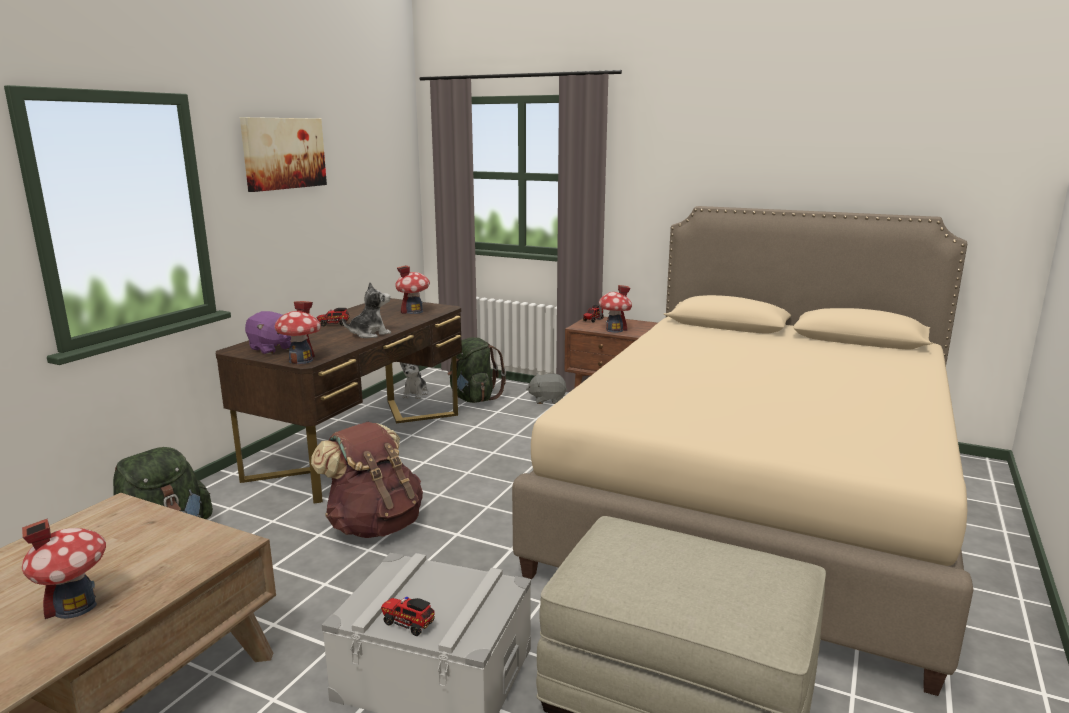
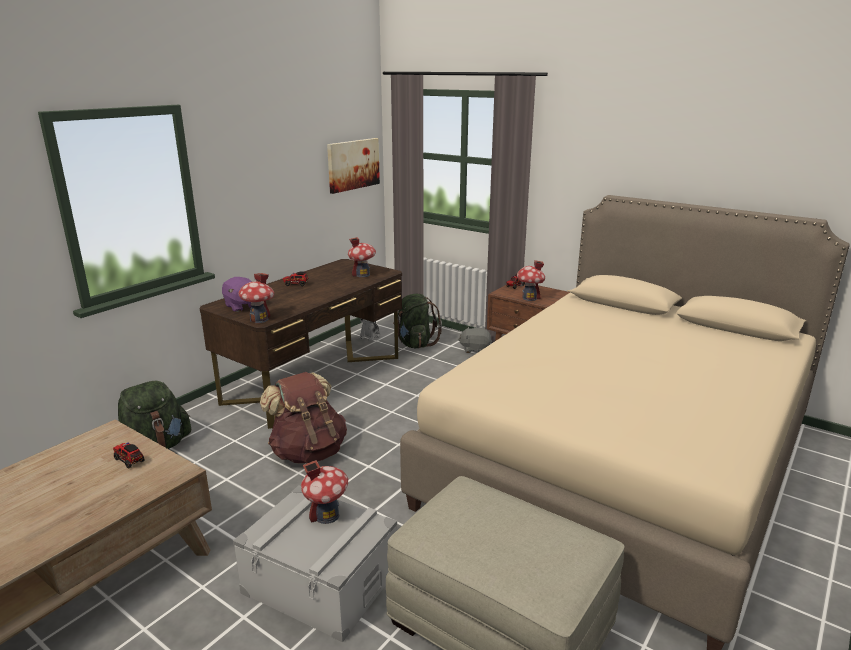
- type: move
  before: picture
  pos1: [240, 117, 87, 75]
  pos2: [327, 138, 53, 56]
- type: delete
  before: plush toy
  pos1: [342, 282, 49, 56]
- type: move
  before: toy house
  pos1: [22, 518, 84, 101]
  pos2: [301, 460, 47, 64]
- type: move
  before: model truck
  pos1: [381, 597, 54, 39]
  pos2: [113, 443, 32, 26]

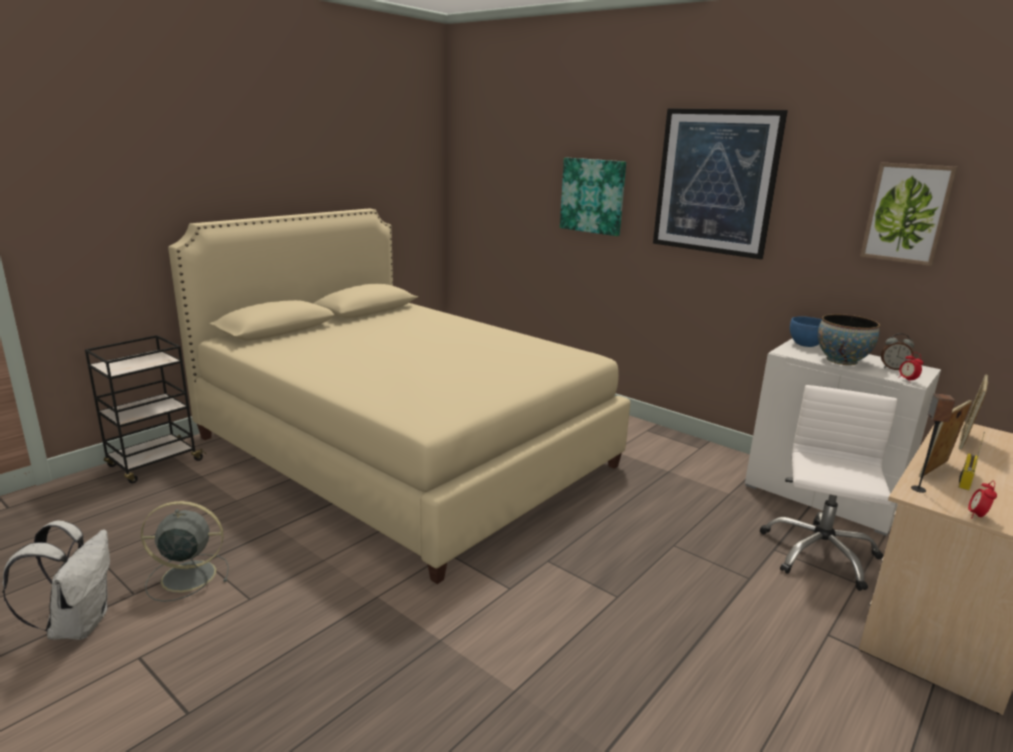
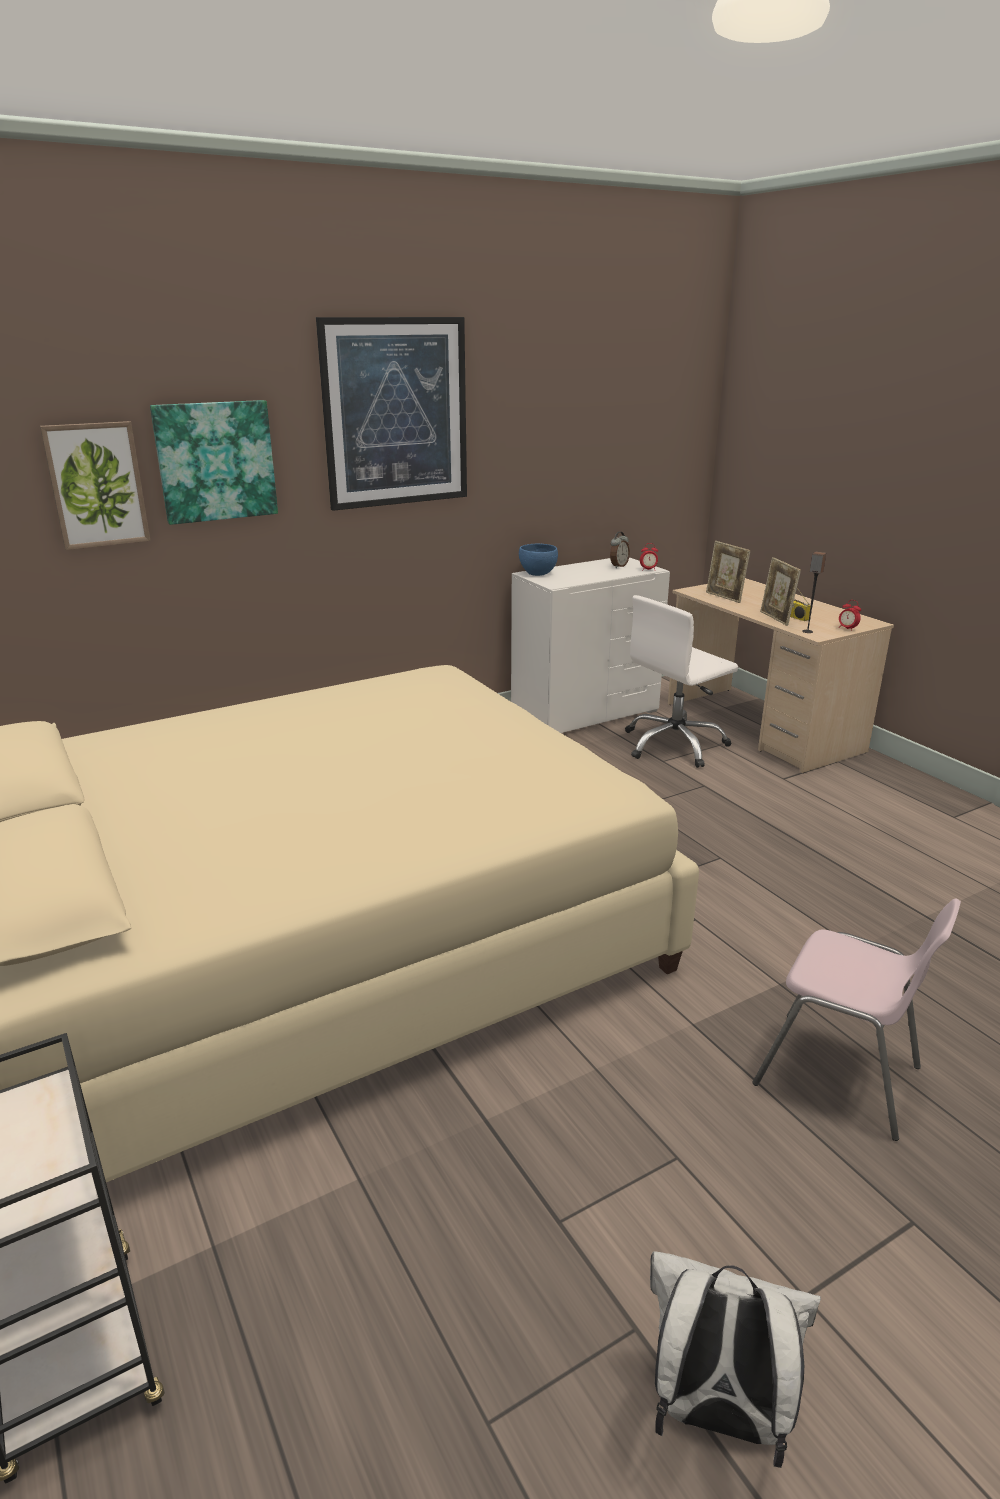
- type: move
  before: picture
  pos1: [860, 163, 98, 103]
  pos2: [40, 421, 110, 129]
- type: delete
  before: bowl
  pos1: [818, 314, 62, 51]
- type: rotate
  before: white computer chair
  pos1: [760, 385, 138, 206]
  pos2: [625, 595, 113, 173]
  turn: -75
- type: delete
  before: greyish fan
  pos1: [141, 501, 88, 101]
- type: insert
  after: pink-coloured upright chair
  pos2: [752, 898, 209, 243]

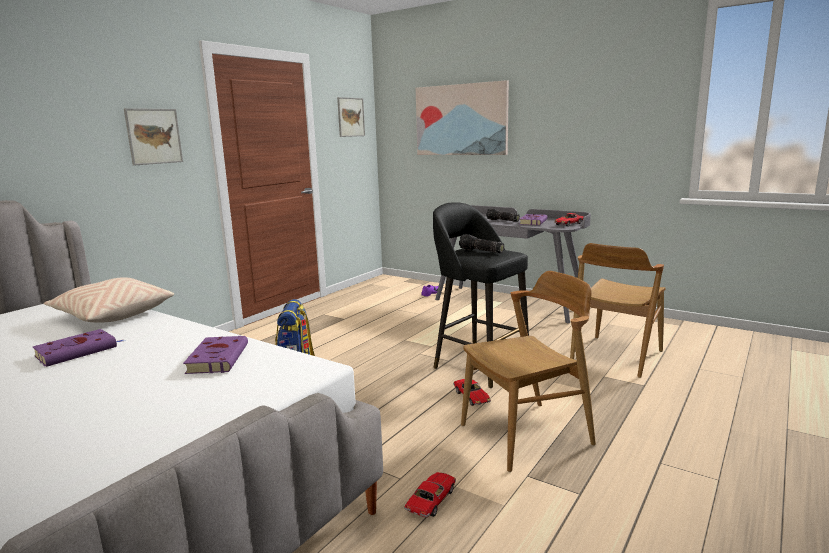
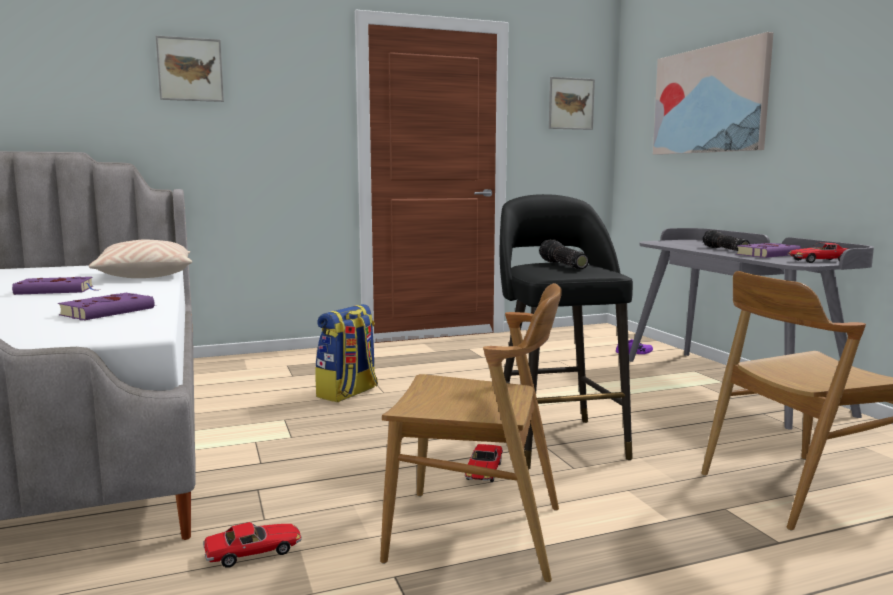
- type: move
  before: picture
  pos1: [124, 108, 59, 57]
  pos2: [156, 36, 68, 66]

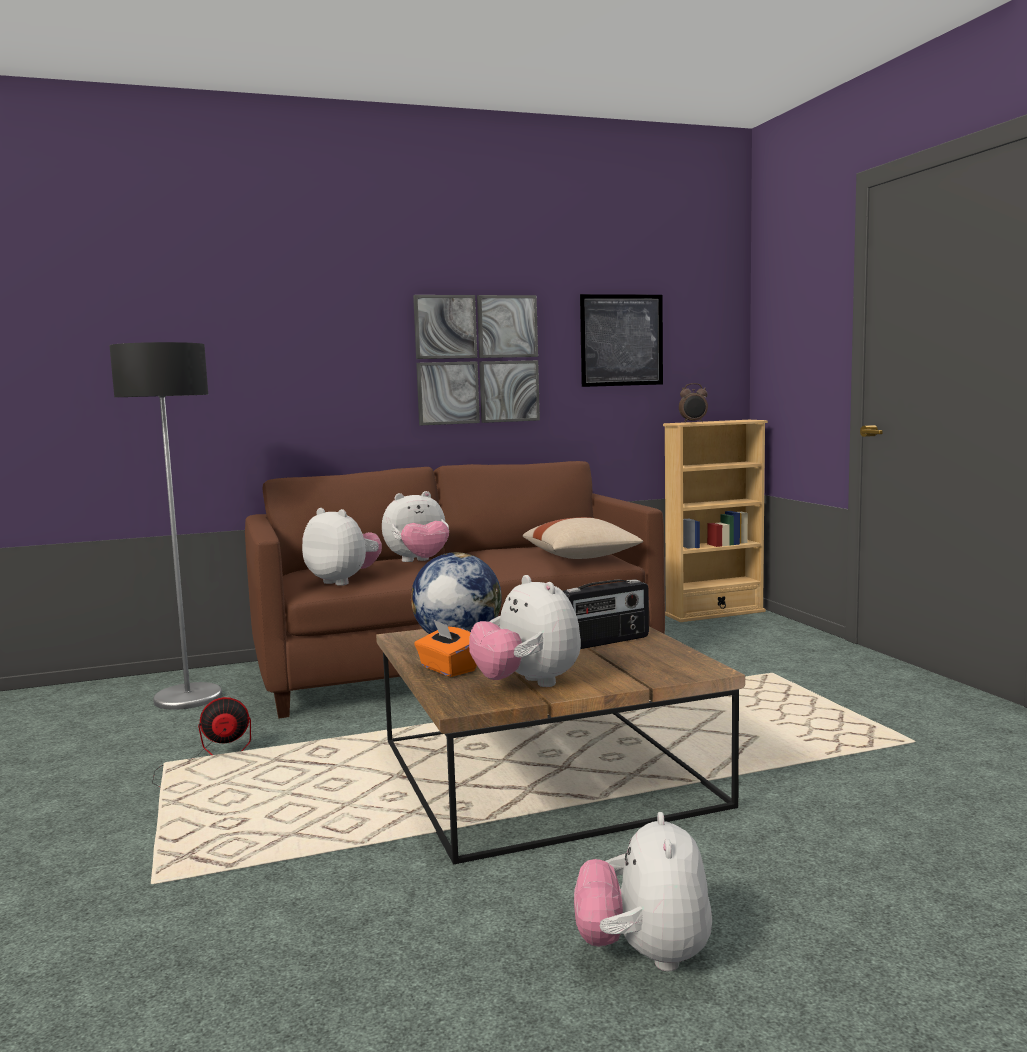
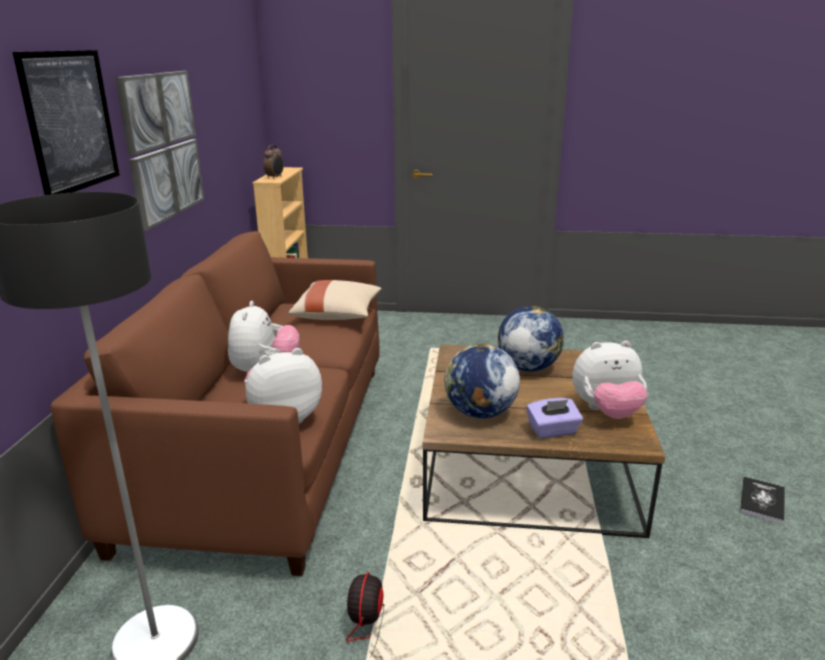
- type: move
  before: picture
  pos1: [580, 294, 83, 93]
  pos2: [13, 50, 107, 145]
- type: replace
  before: radio set
  after: globe
  pos1: [563, 579, 86, 70]
  pos2: [498, 306, 66, 65]
- type: recolor
  before: orangey tissue holder
  after: purple tissue holder
  pos1: [414, 619, 63, 58]
  pos2: [526, 398, 57, 41]
- type: replace
  before: plush toy
  after: volume
  pos1: [574, 812, 138, 160]
  pos2: [740, 477, 45, 47]

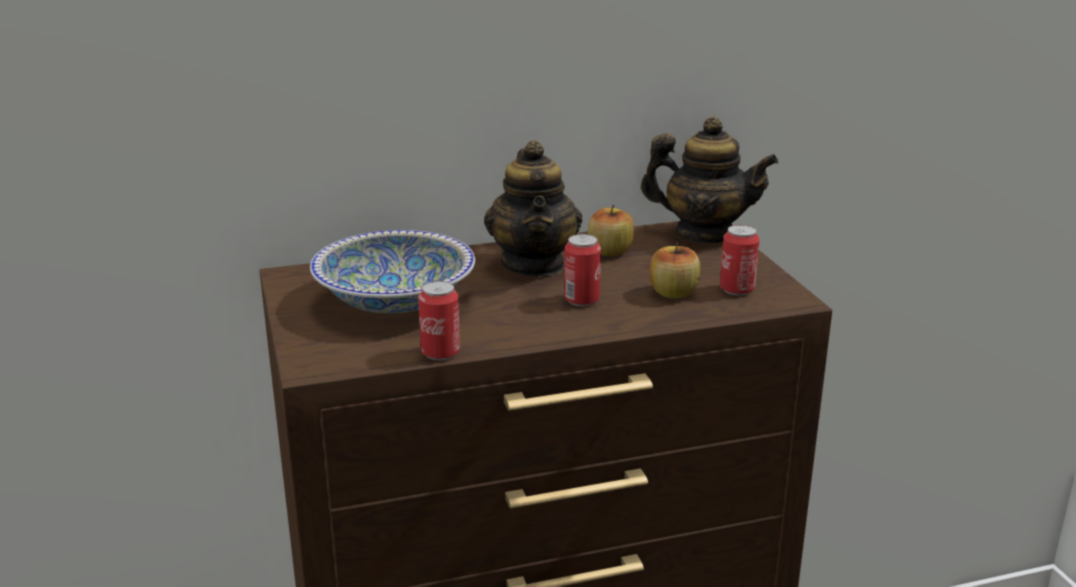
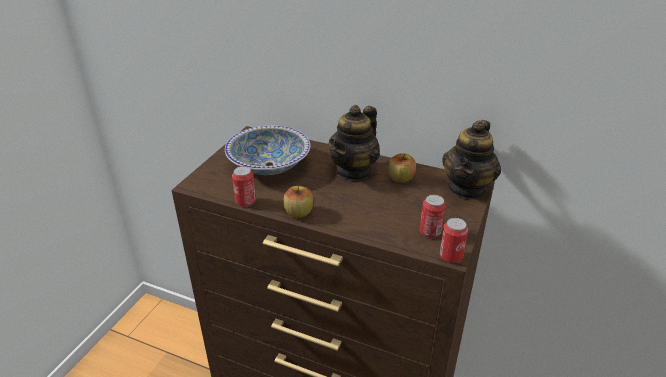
- type: rotate
  before: teapot
  pos1: [641, 117, 137, 126]
  pos2: [442, 120, 59, 80]
  turn: 60
- type: move
  before: can
  pos1: [564, 234, 37, 72]
  pos2: [440, 218, 28, 45]
- type: move
  before: whole apple
  pos1: [650, 242, 50, 56]
  pos2: [283, 186, 30, 32]

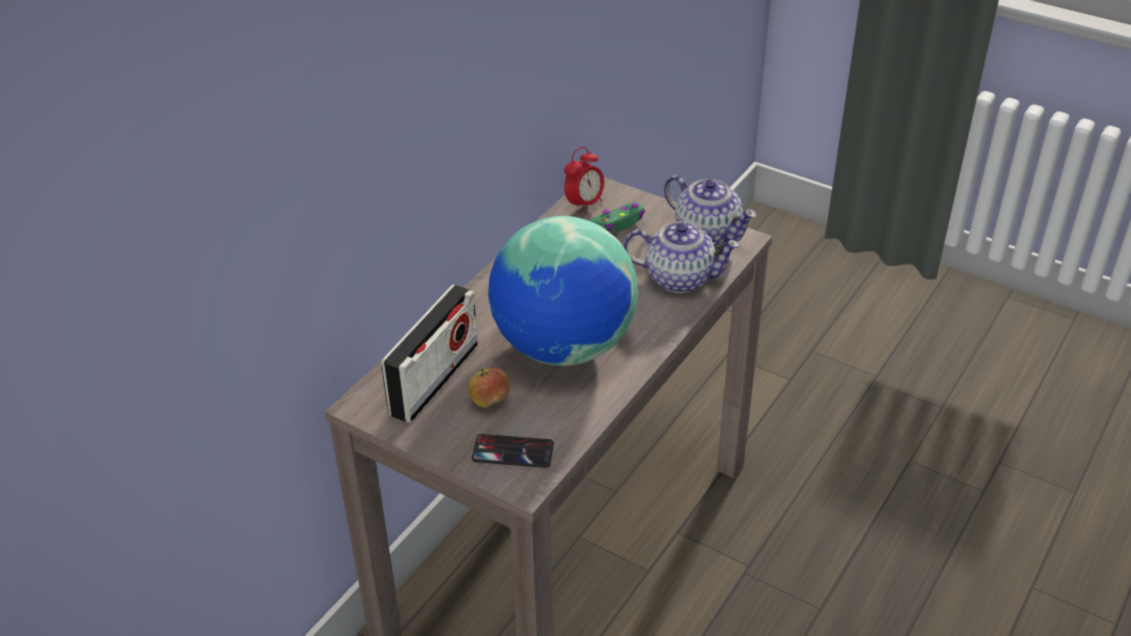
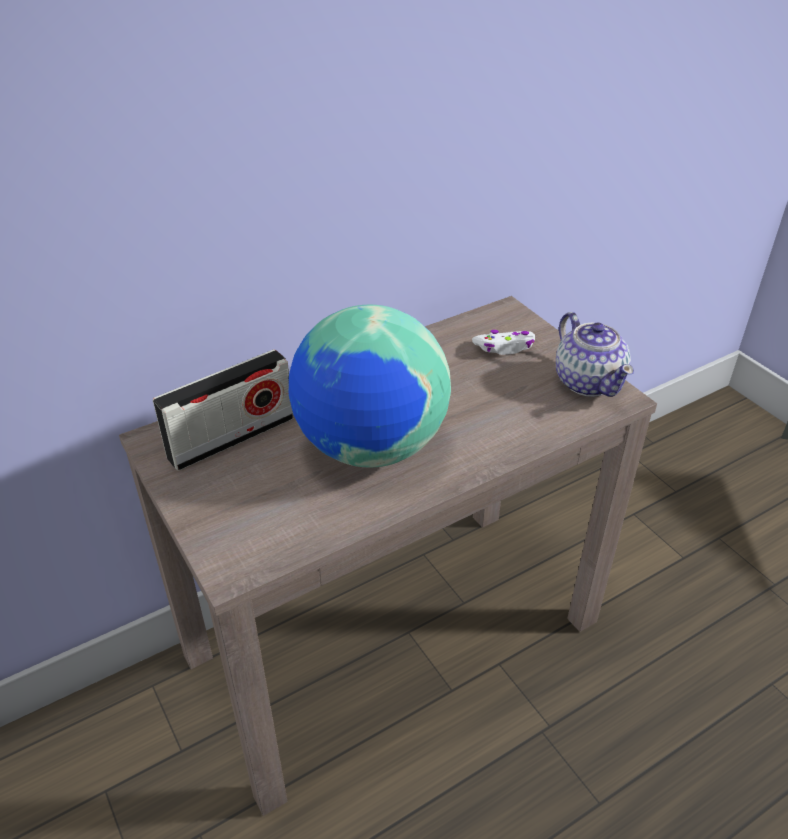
- type: delete
  before: table clock
  pos1: [564, 147, 40, 67]
- type: recolor
  before: greenish joypad
  after: white joypad
  pos1: [588, 202, 57, 30]
  pos2: [472, 330, 63, 25]
- type: delete
  before: teapot
  pos1: [623, 222, 118, 71]
- type: delete
  before: whole apple
  pos1: [468, 367, 42, 41]
- type: delete
  before: telephone
  pos1: [472, 434, 82, 34]

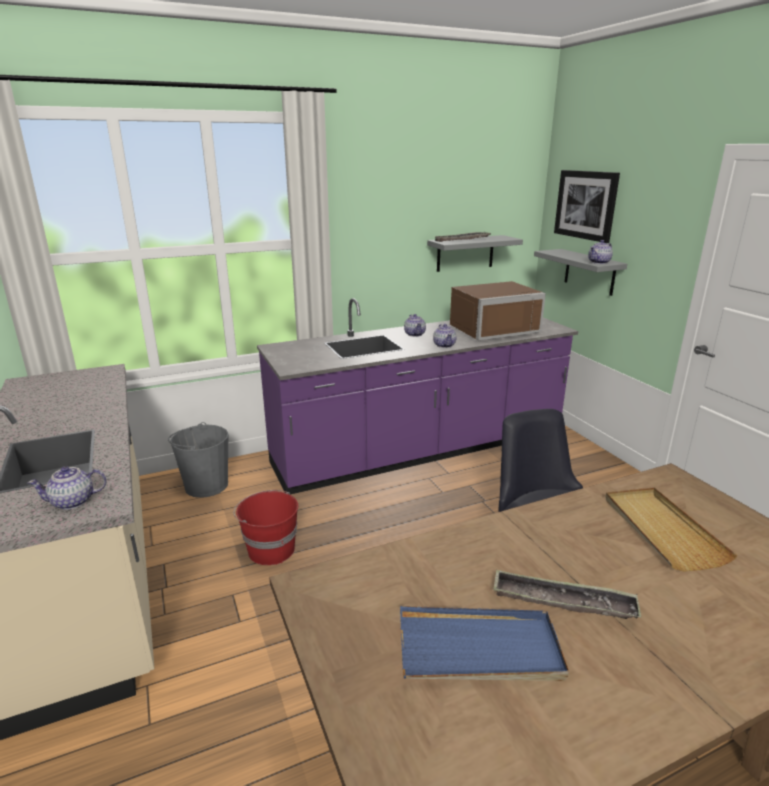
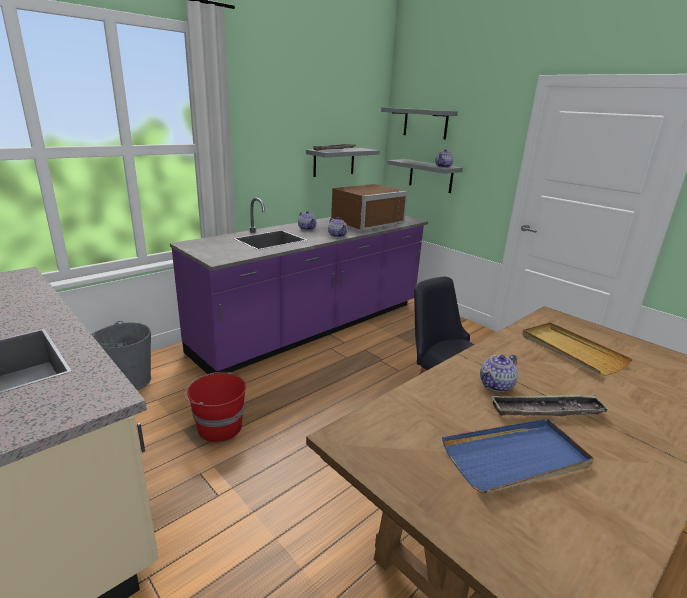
- type: replace
  before: picture
  after: greyish bracket shelf
  pos1: [554, 170, 66, 73]
  pos2: [381, 107, 77, 33]
- type: move
  before: teapot
  pos1: [28, 466, 79, 44]
  pos2: [480, 354, 38, 38]

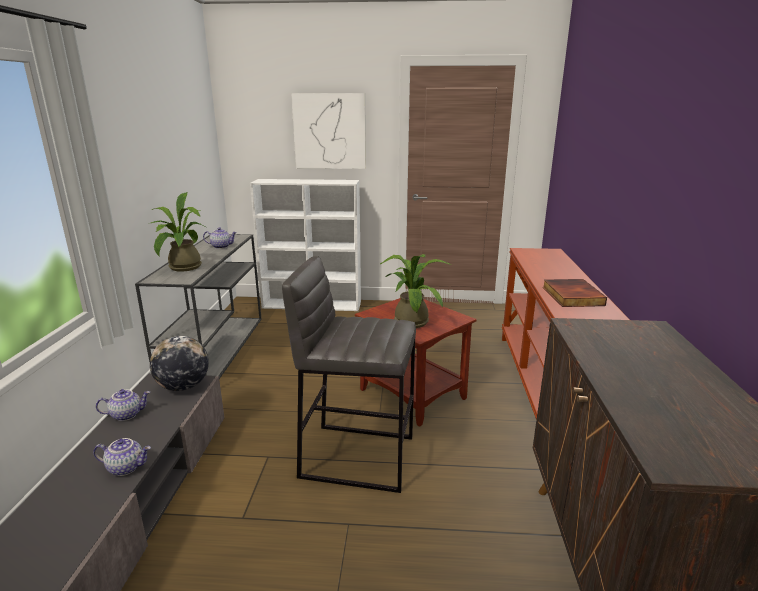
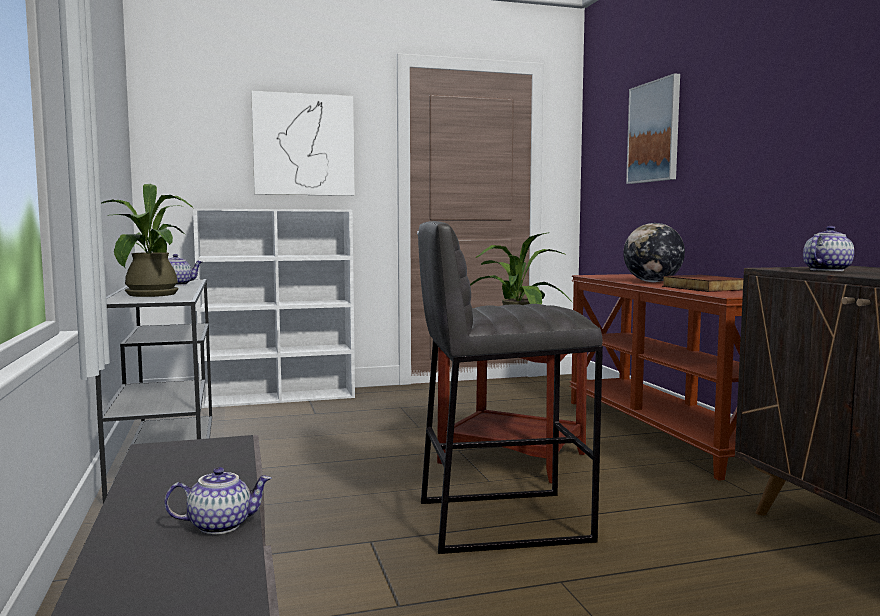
- type: move
  before: globe
  pos1: [150, 336, 59, 55]
  pos2: [623, 223, 62, 59]
- type: move
  before: teapot
  pos1: [96, 389, 54, 32]
  pos2: [803, 226, 51, 45]
- type: insert
  after: picture
  pos2: [626, 74, 54, 110]

